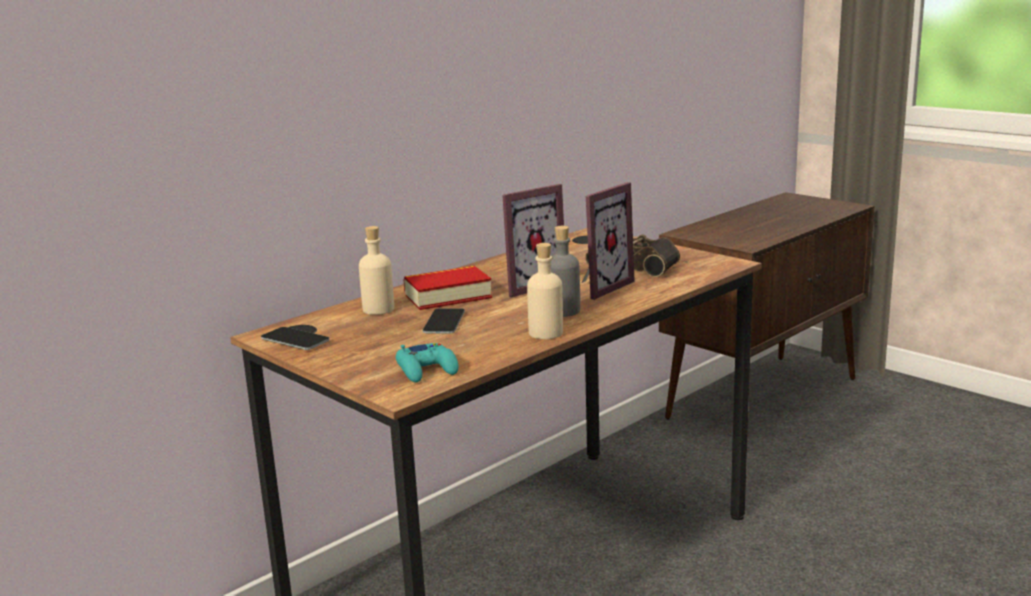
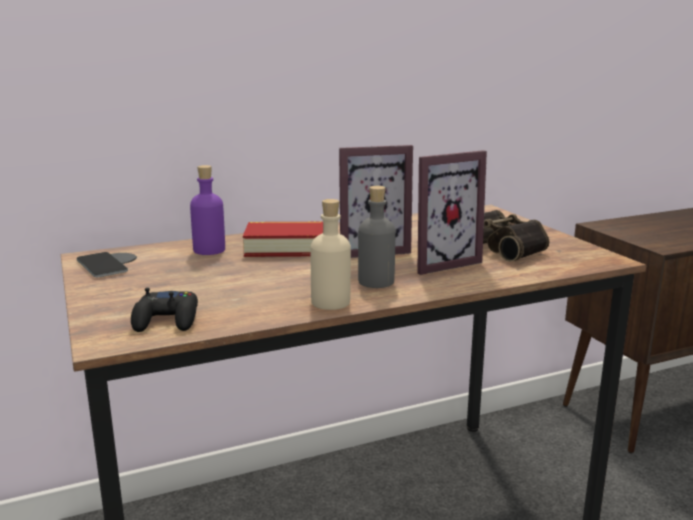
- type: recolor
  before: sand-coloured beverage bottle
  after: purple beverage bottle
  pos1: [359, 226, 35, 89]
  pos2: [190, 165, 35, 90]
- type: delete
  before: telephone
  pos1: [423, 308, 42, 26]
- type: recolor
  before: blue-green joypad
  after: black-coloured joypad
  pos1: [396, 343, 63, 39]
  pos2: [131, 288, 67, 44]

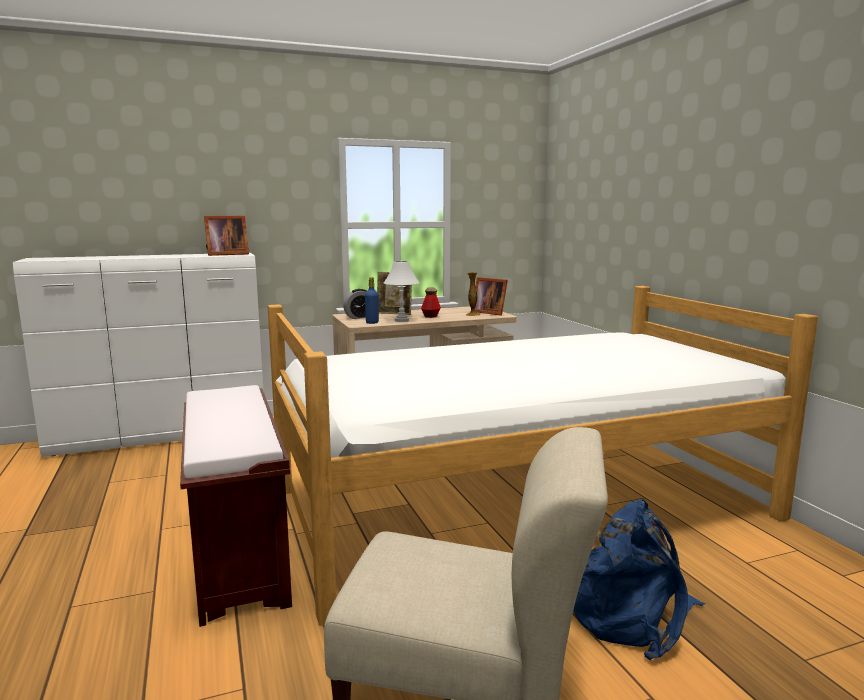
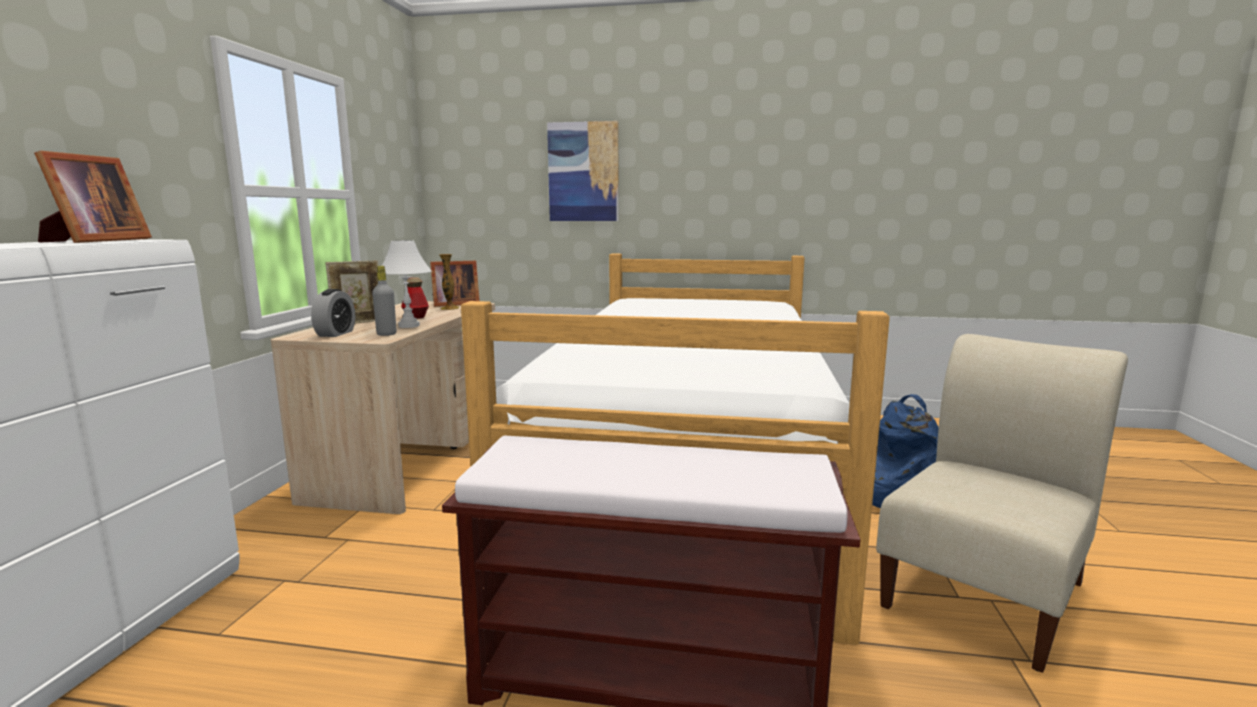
- type: recolor
  before: bluish beverage bottle
  after: greyish beverage bottle
  pos1: [365, 277, 14, 47]
  pos2: [372, 266, 24, 70]
- type: insert
  after: picture
  pos2: [547, 121, 72, 100]

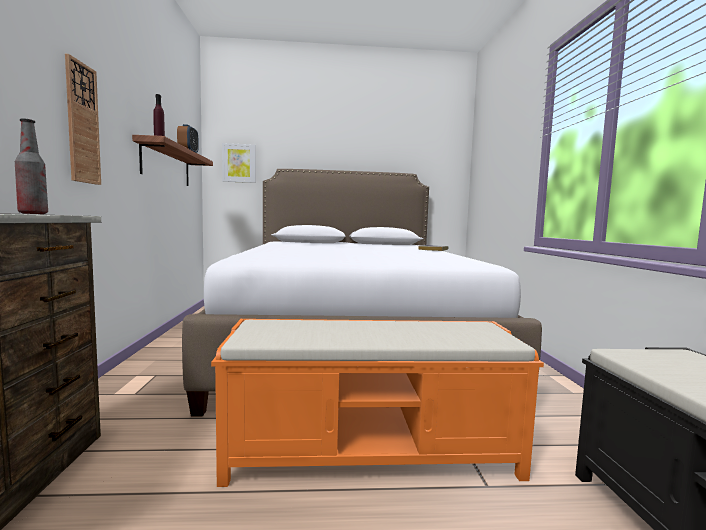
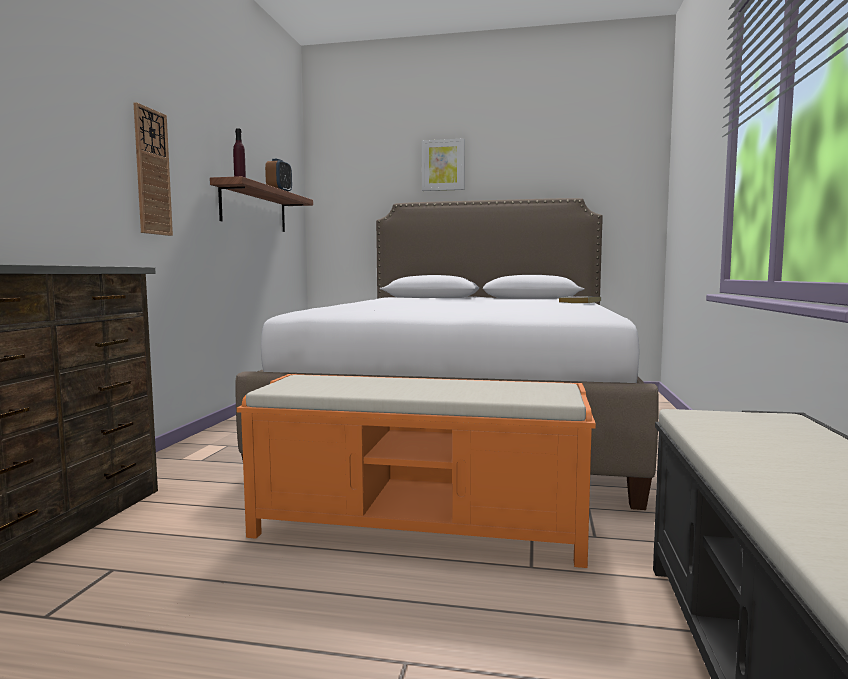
- type: delete
  before: beverage bottle
  pos1: [15, 118, 33, 96]
- type: move
  before: picture
  pos1: [222, 143, 34, 40]
  pos2: [422, 138, 43, 53]

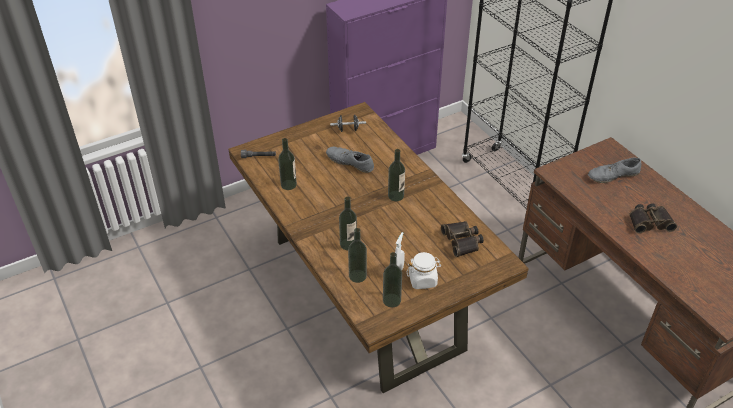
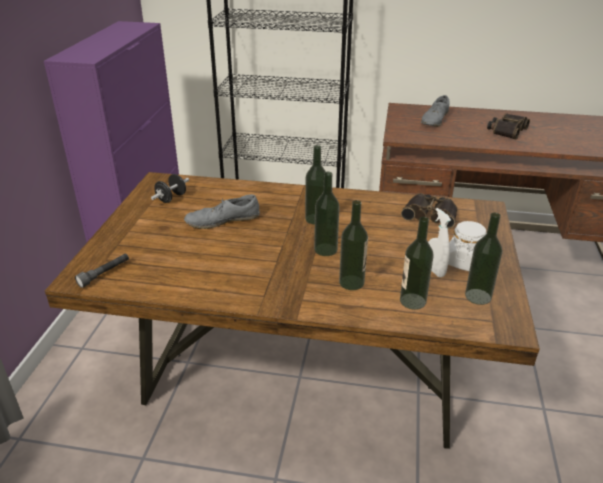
- type: move
  before: beverage bottle
  pos1: [278, 138, 19, 52]
  pos2: [314, 172, 26, 84]

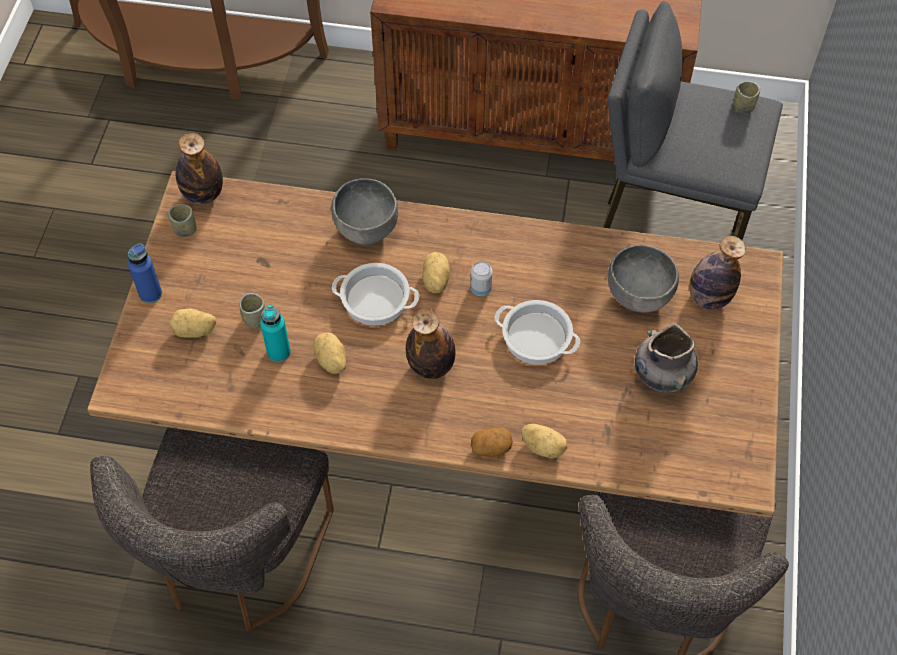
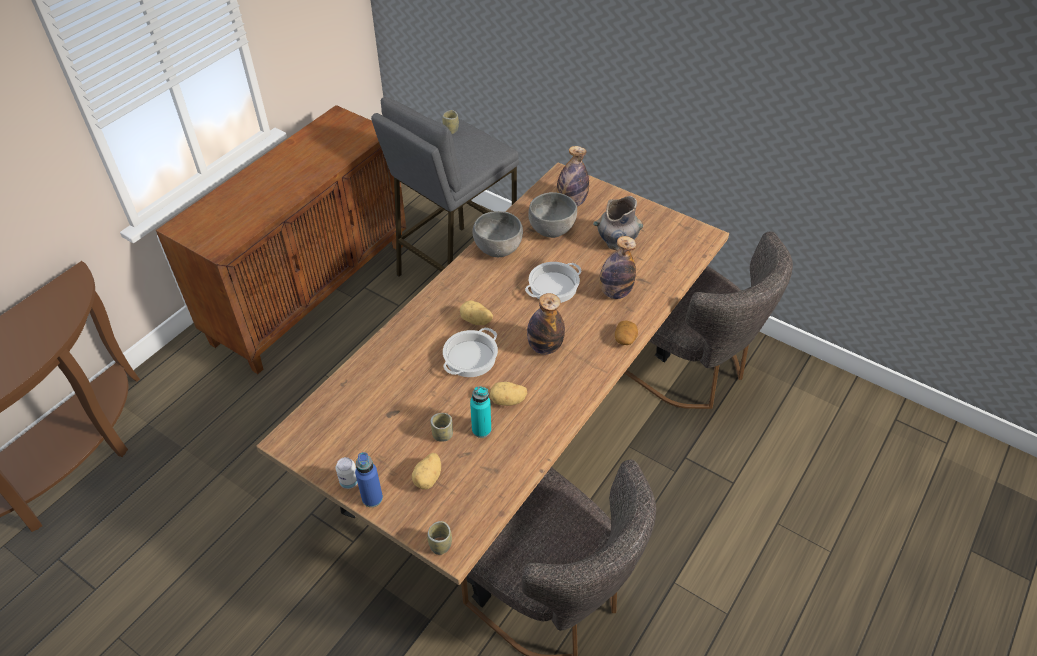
- type: move
  before: beverage bottle
  pos1: [176, 133, 47, 72]
  pos2: [599, 236, 38, 63]
- type: move
  before: greyish bowl
  pos1: [331, 178, 68, 67]
  pos2: [472, 211, 51, 46]
- type: move
  before: cup
  pos1: [168, 204, 28, 33]
  pos2: [427, 521, 25, 34]
- type: move
  before: can
  pos1: [470, 261, 23, 35]
  pos2: [336, 457, 22, 32]
- type: delete
  before: whole potato
  pos1: [521, 424, 46, 34]

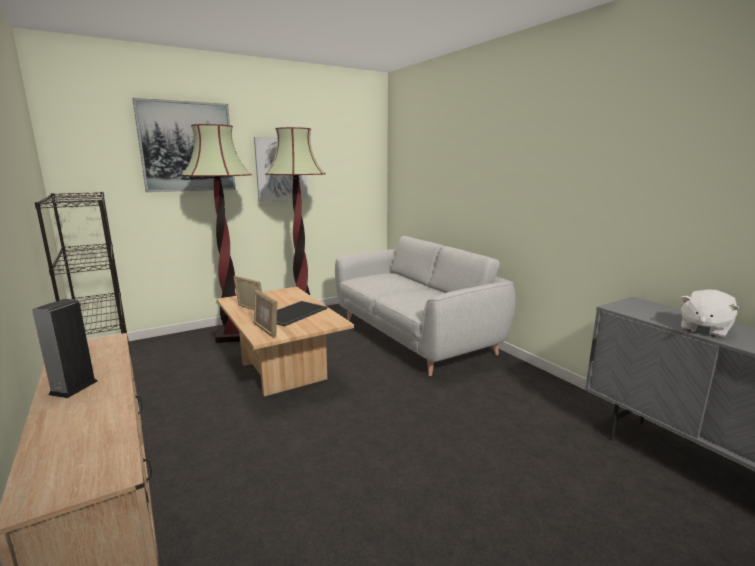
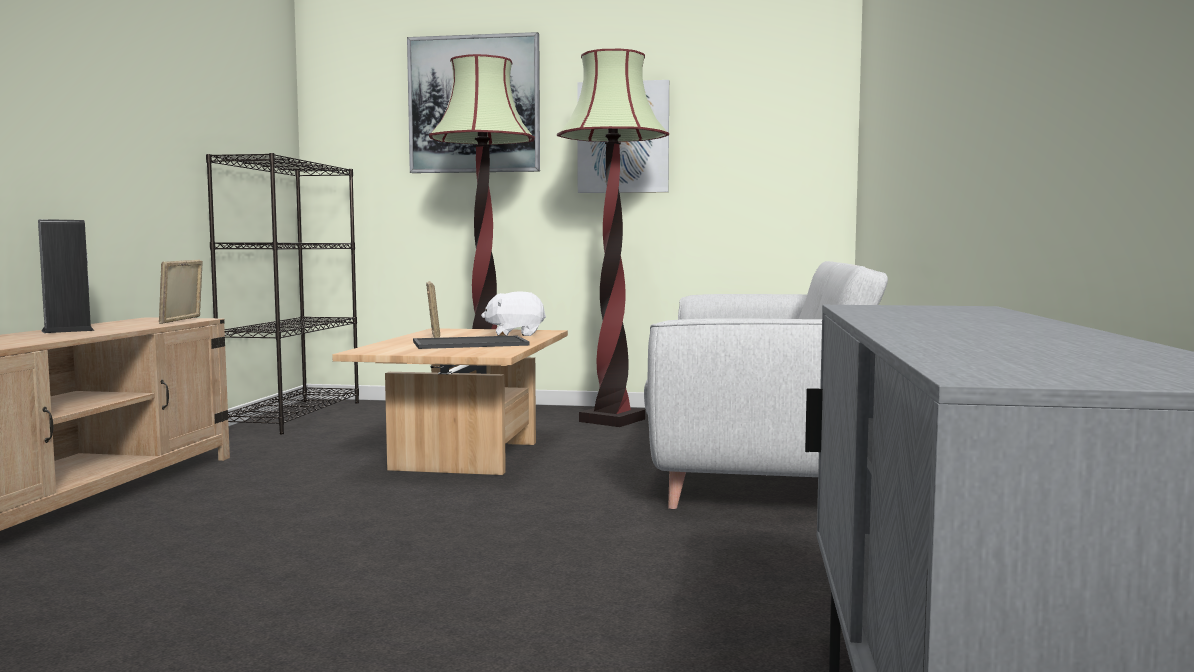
- type: move
  before: photo frame
  pos1: [254, 290, 23, 48]
  pos2: [159, 259, 44, 65]
- type: move
  before: white plush toy
  pos1: [680, 290, 59, 48]
  pos2: [481, 291, 65, 45]

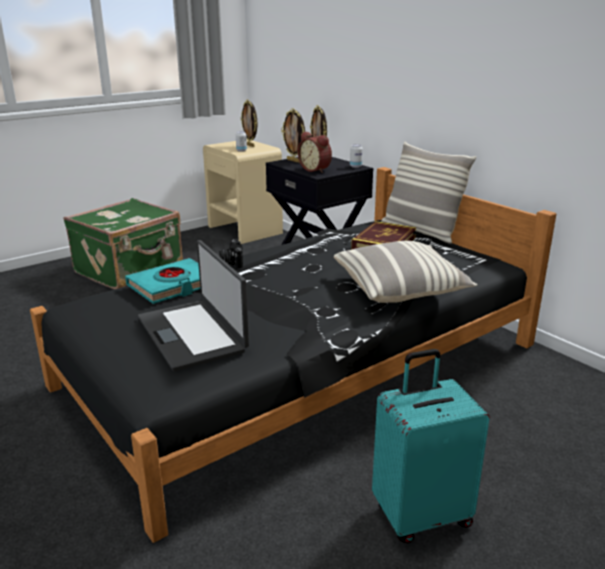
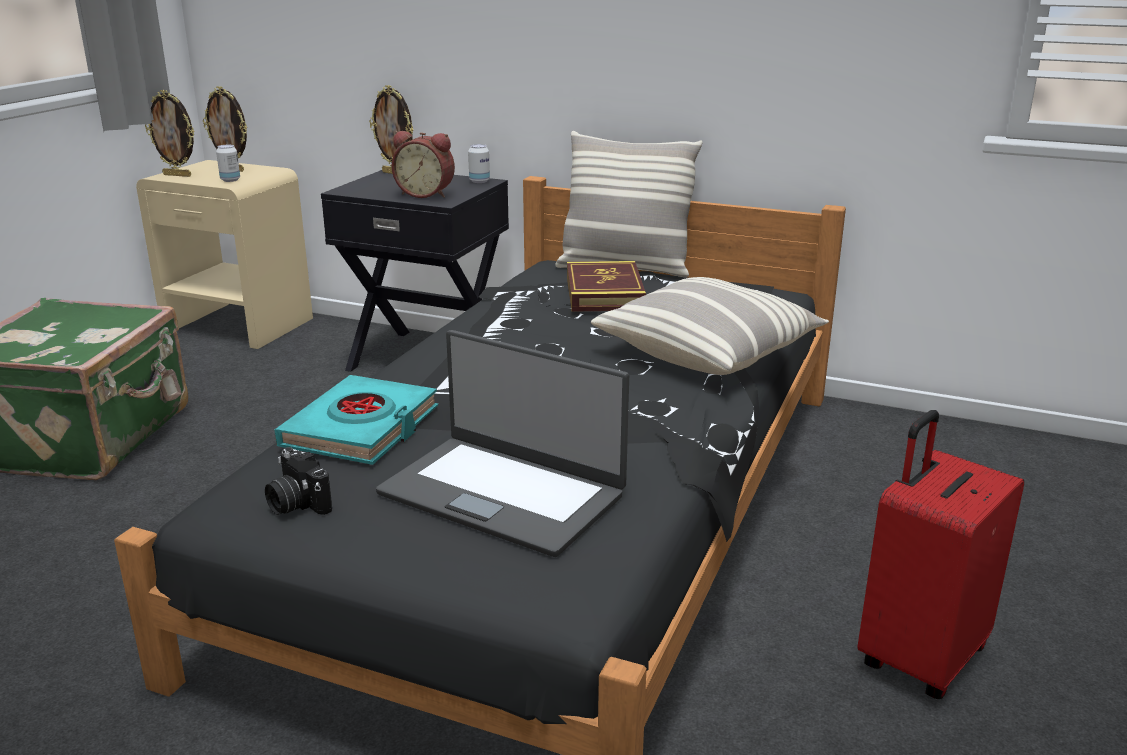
- type: move
  before: photo frame
  pos1: [281, 108, 24, 55]
  pos2: [145, 90, 50, 87]
- type: move
  before: photo camera
  pos1: [220, 239, 23, 29]
  pos2: [265, 447, 67, 68]
- type: recolor
  before: blue-green suitcase
  after: reddish suitcase
  pos1: [372, 349, 118, 194]
  pos2: [858, 410, 166, 289]

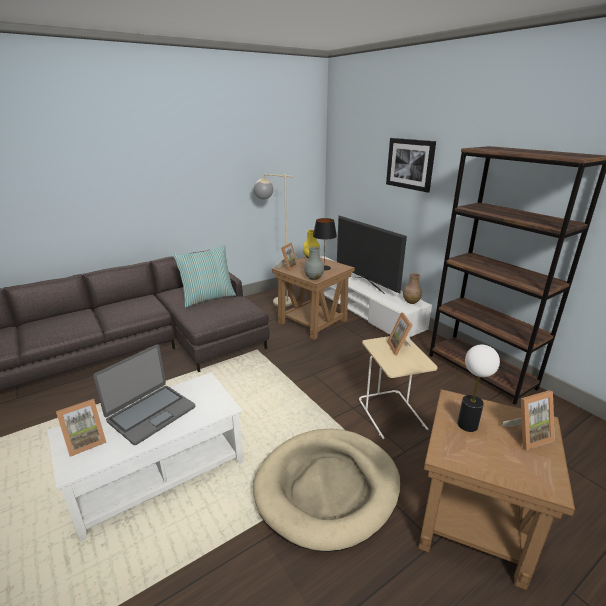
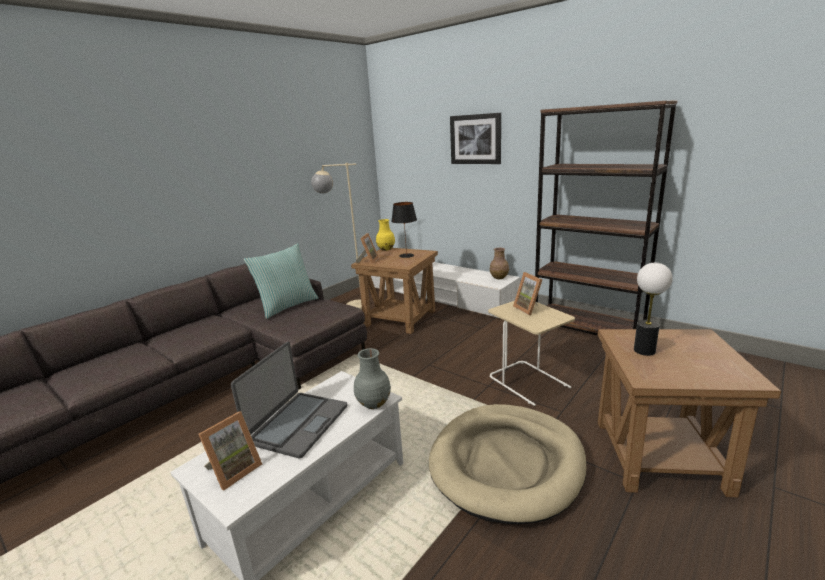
- type: delete
  before: television
  pos1: [337, 215, 70, 80]
- type: move
  before: greyish decorative vase
  pos1: [304, 247, 20, 33]
  pos2: [354, 348, 37, 61]
- type: delete
  before: photo frame
  pos1: [502, 390, 53, 61]

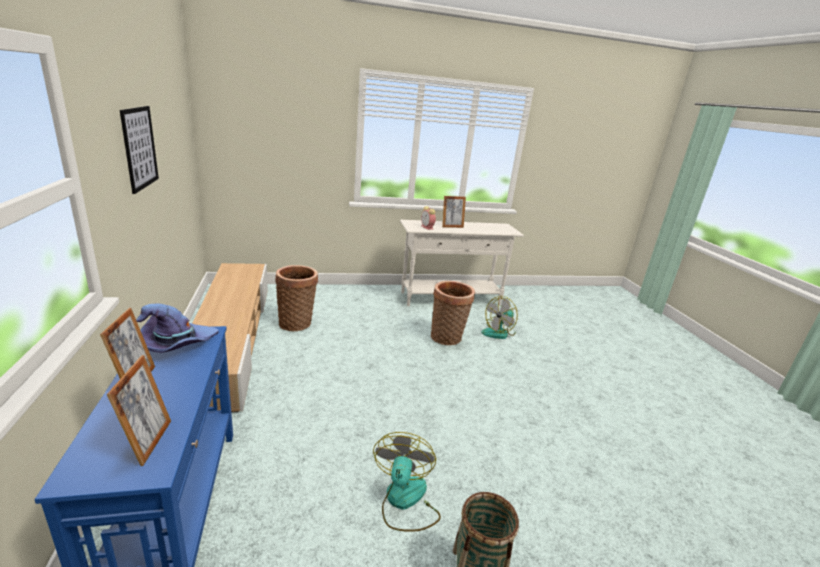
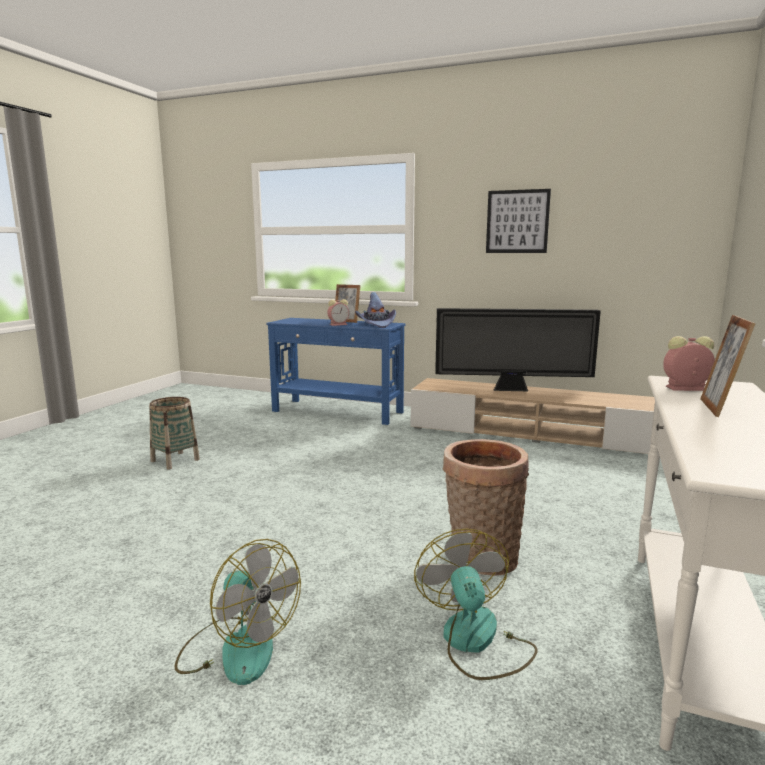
- type: delete
  before: household basket
  pos1: [275, 265, 43, 66]
- type: delete
  before: photo frame
  pos1: [107, 355, 64, 111]
- type: move
  before: fan
  pos1: [373, 432, 68, 100]
  pos2: [174, 539, 127, 146]
- type: insert
  after: table clock
  pos2: [327, 299, 22, 27]
- type: insert
  after: television
  pos2: [435, 308, 166, 83]

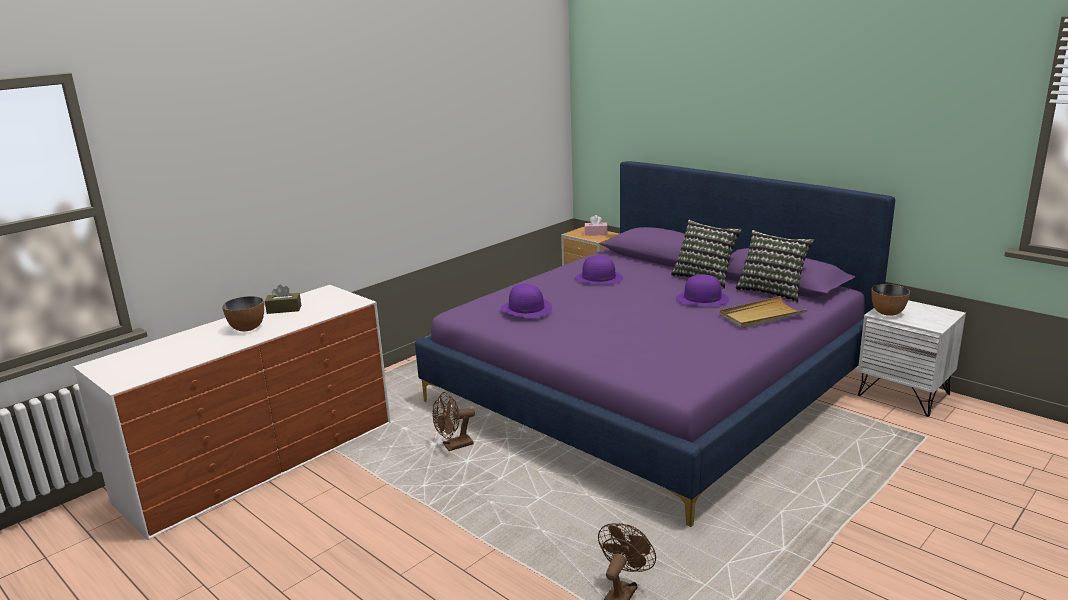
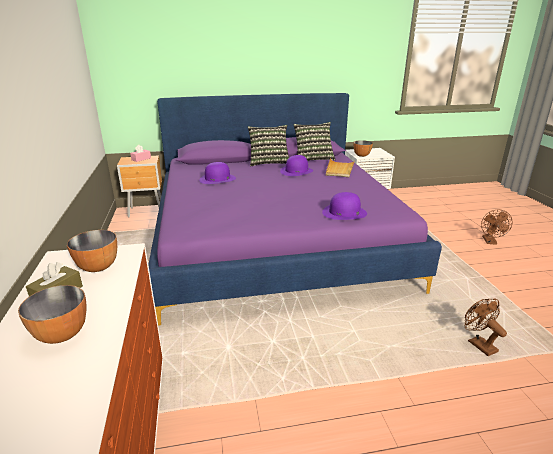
- type: move
  before: purple hat
  pos1: [501, 284, 51, 34]
  pos2: [322, 192, 45, 28]
- type: move
  before: brown-coloured fan
  pos1: [433, 392, 42, 59]
  pos2: [481, 210, 32, 35]
- type: insert
  after: bowl
  pos2: [67, 230, 50, 42]

